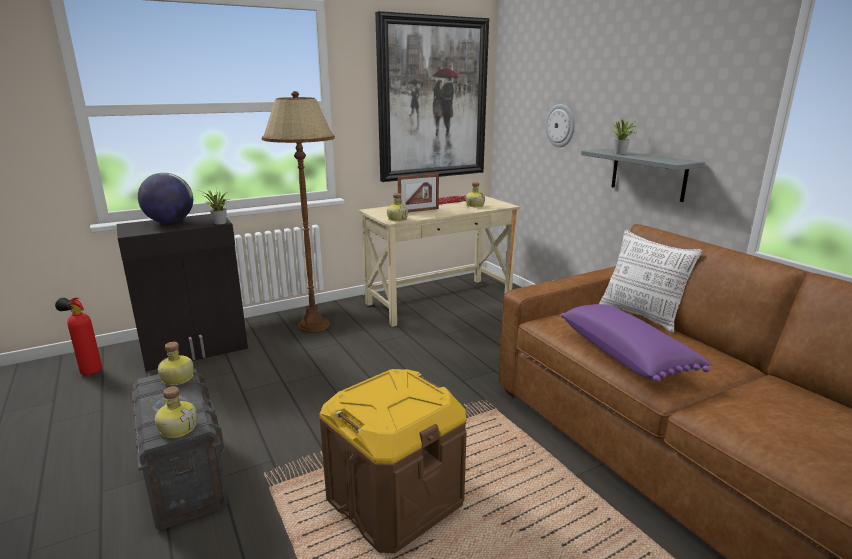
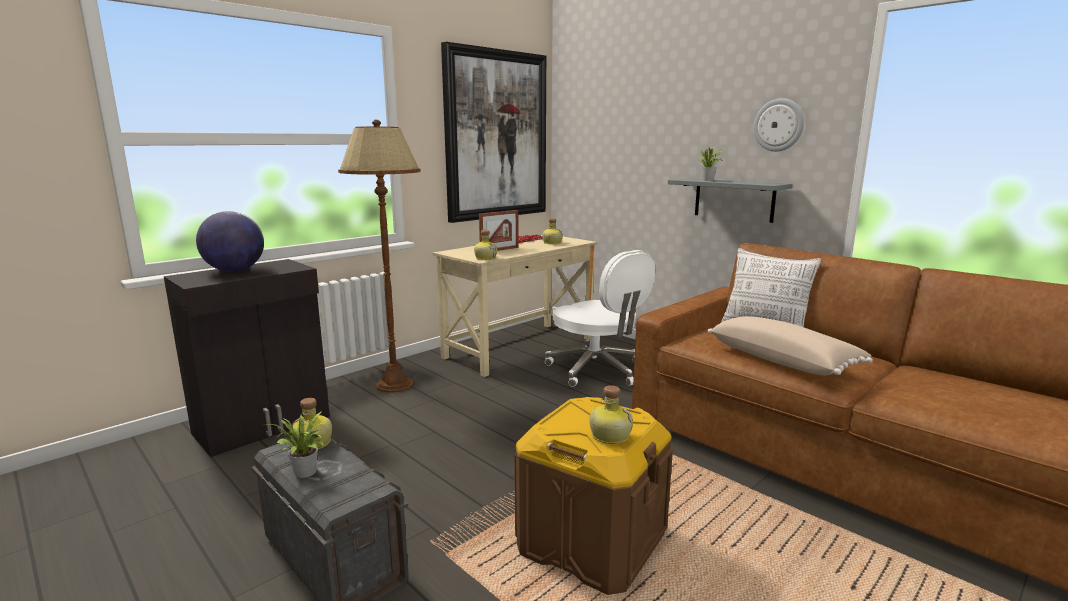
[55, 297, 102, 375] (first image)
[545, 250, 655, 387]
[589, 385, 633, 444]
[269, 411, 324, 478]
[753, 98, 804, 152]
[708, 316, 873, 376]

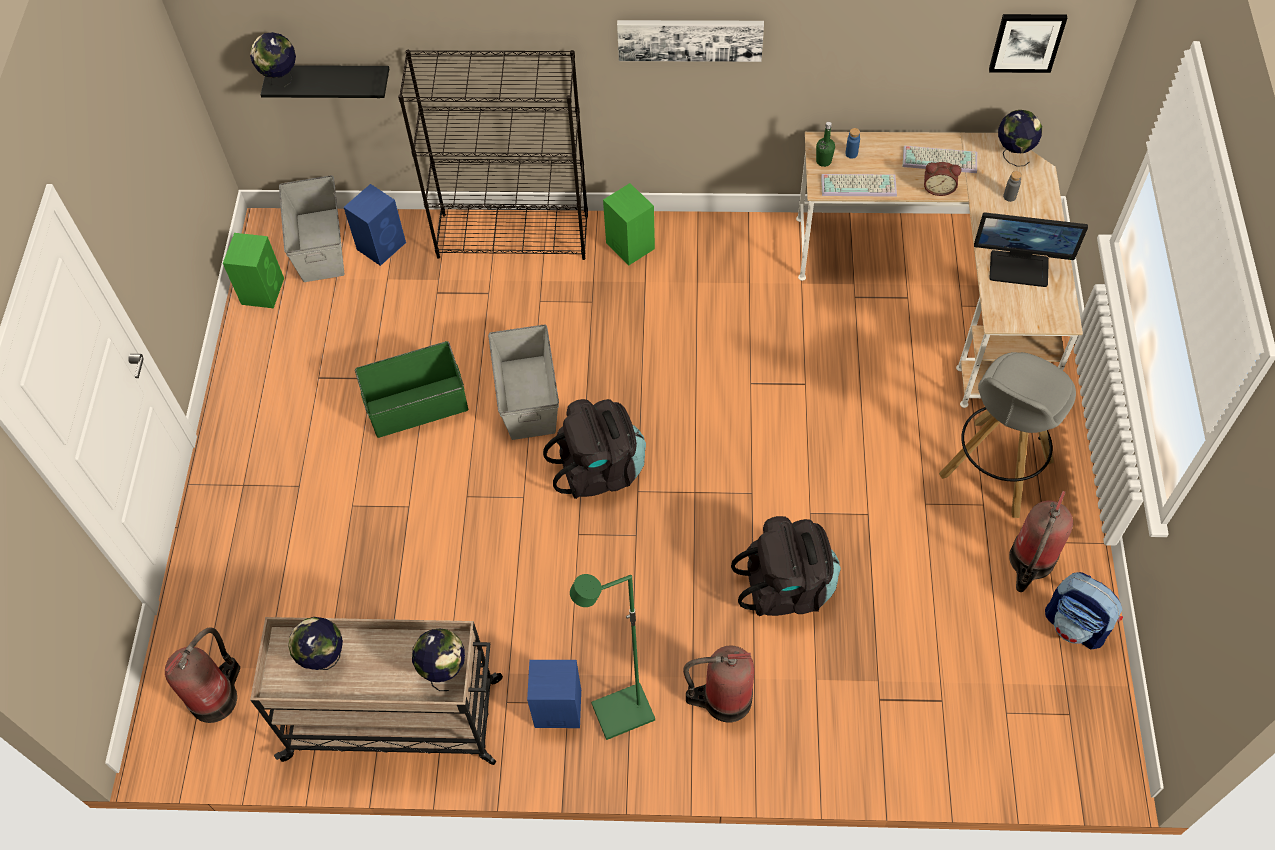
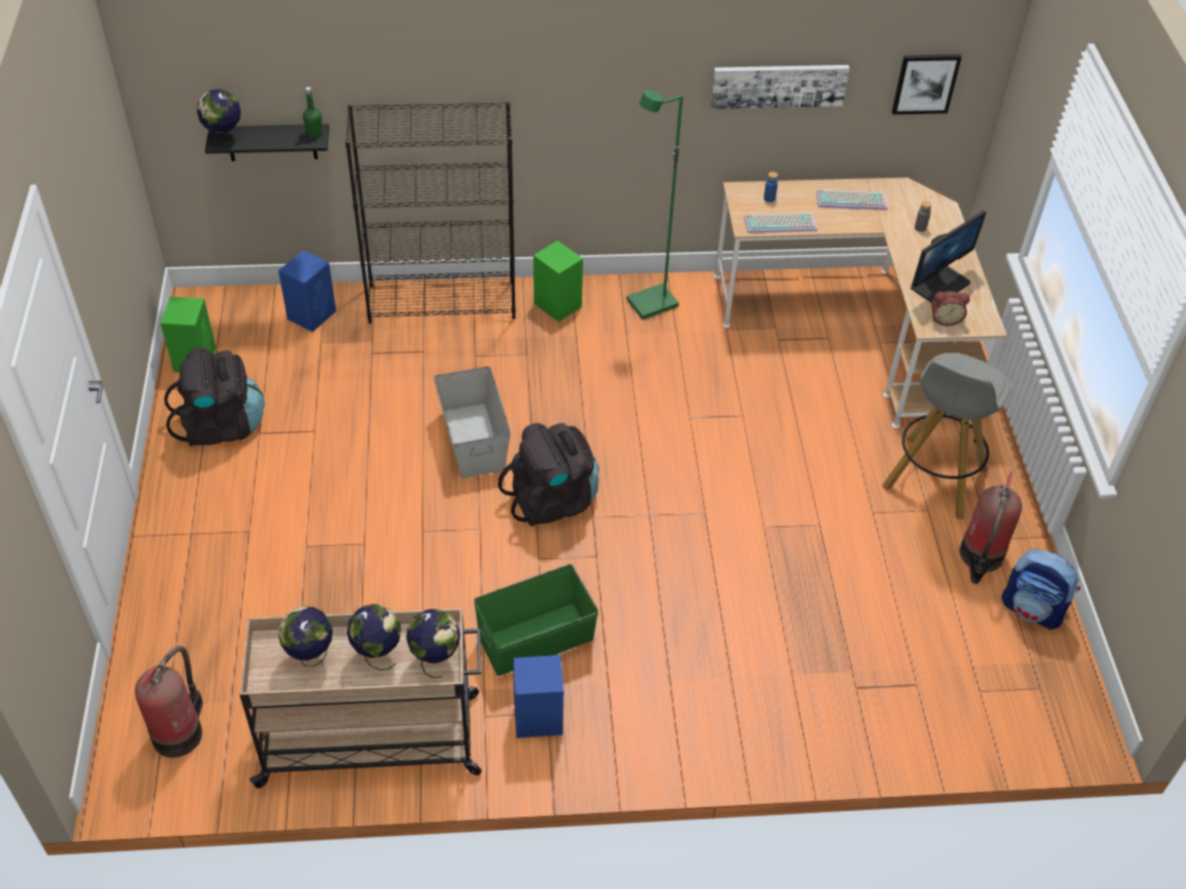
[279, 175, 345, 282] (first image)
[683, 646, 754, 722] (first image)
[474, 564, 599, 676]
[627, 90, 683, 319]
[710, 65, 850, 109]
[164, 347, 265, 446]
[303, 87, 322, 138]
[931, 291, 970, 326]
[347, 604, 401, 670]
[911, 210, 986, 303]

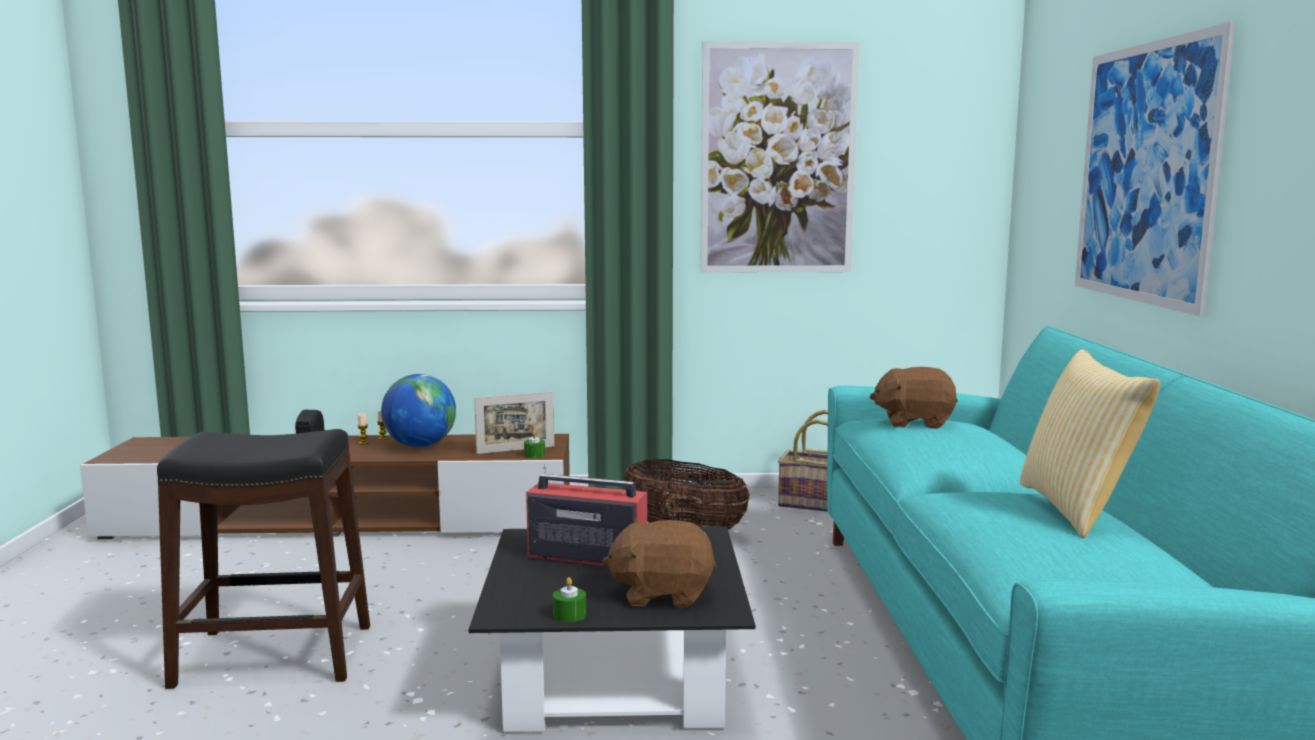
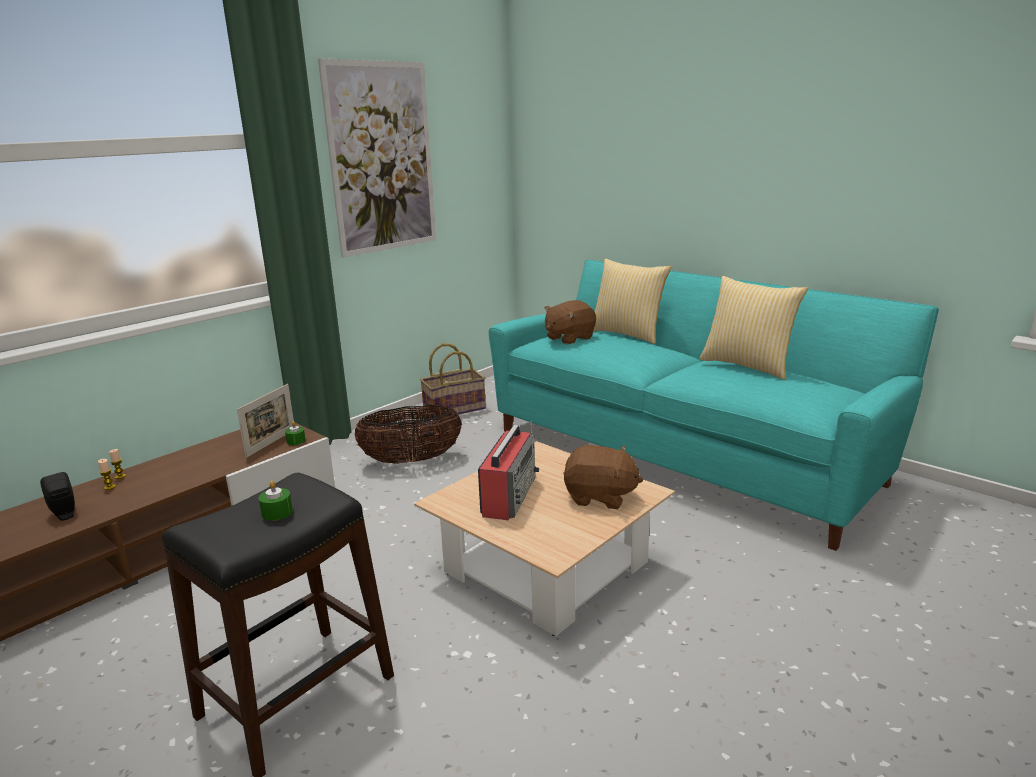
[381, 374, 456, 447] (first image)
[1075, 22, 1236, 316] (first image)
[594, 259, 671, 344]
[259, 481, 293, 521]
[414, 441, 675, 636]
[478, 421, 539, 520]
[563, 445, 643, 509]

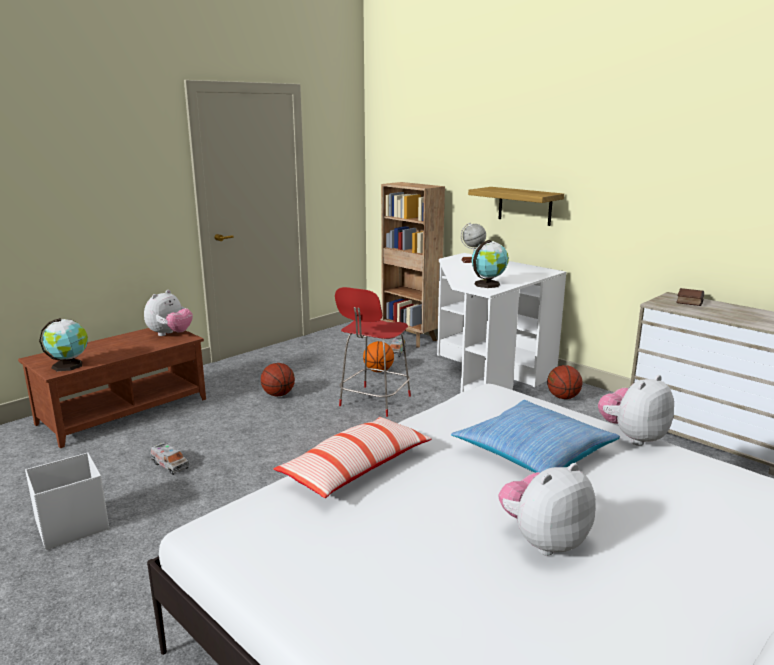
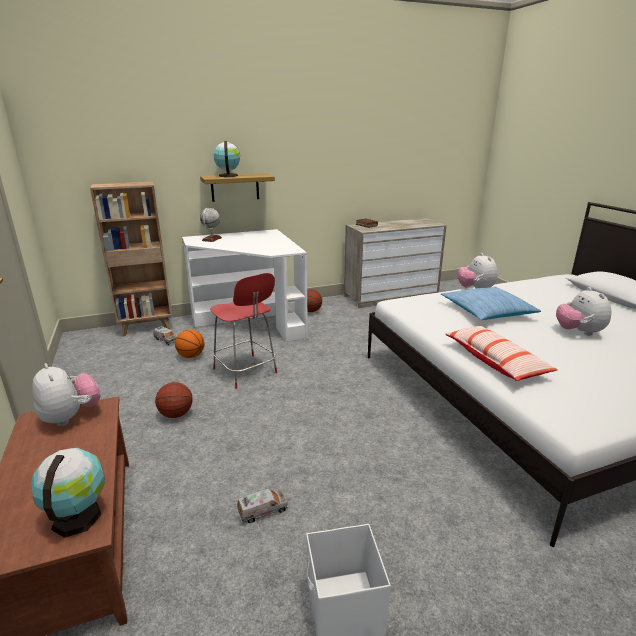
[214, 141, 240, 177]

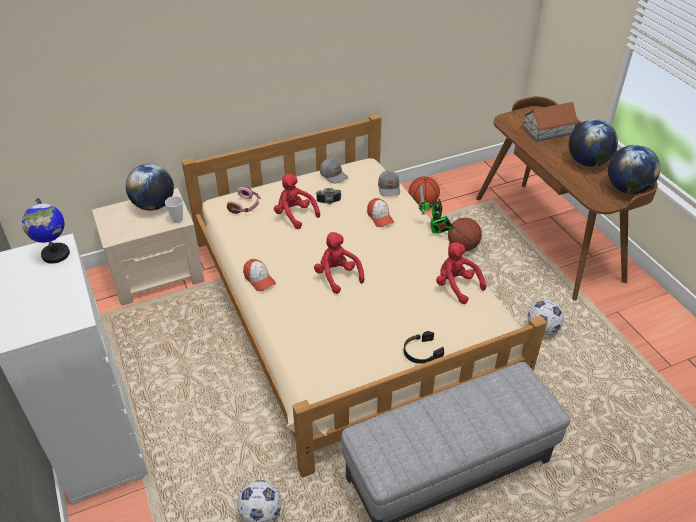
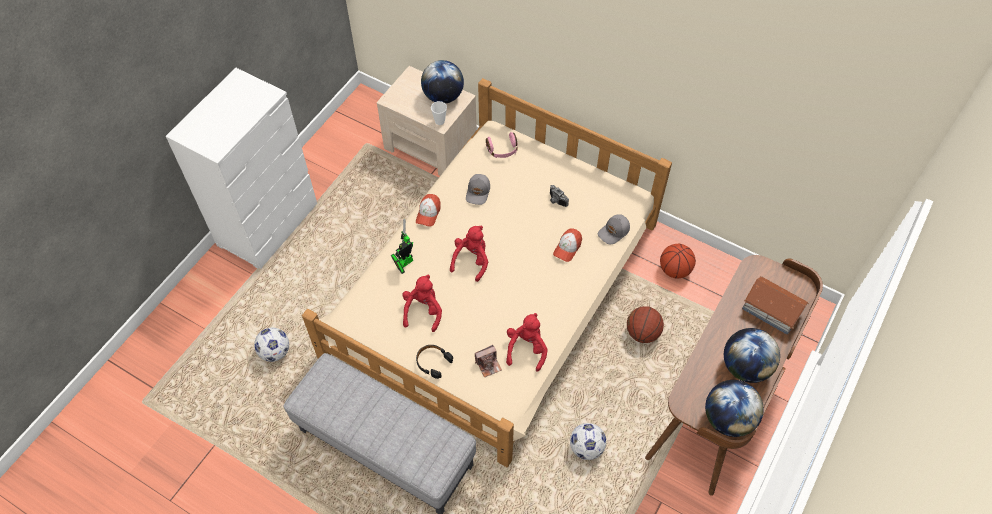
[22, 198, 70, 264] (first image)
[475, 345, 502, 377]
[402, 275, 442, 332]
[466, 174, 490, 205]
[391, 219, 413, 274]

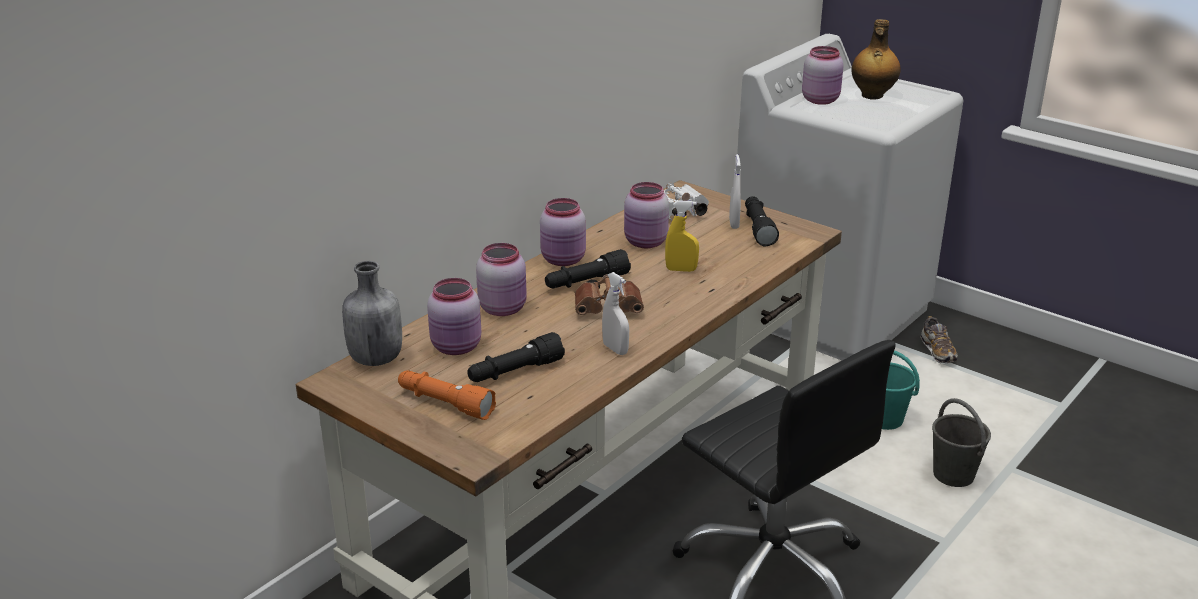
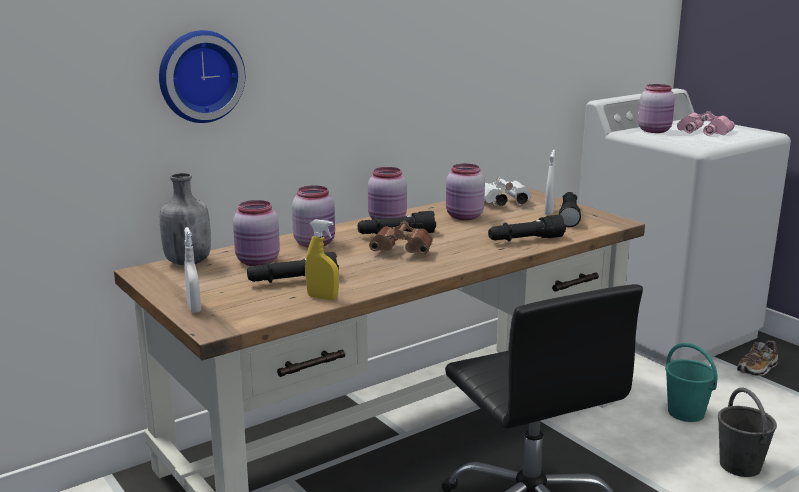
[398, 370, 496, 420] (first image)
[159, 30, 245, 123]
[488, 215, 566, 241]
[184, 227, 201, 313]
[305, 219, 339, 300]
[677, 111, 735, 136]
[737, 340, 778, 376]

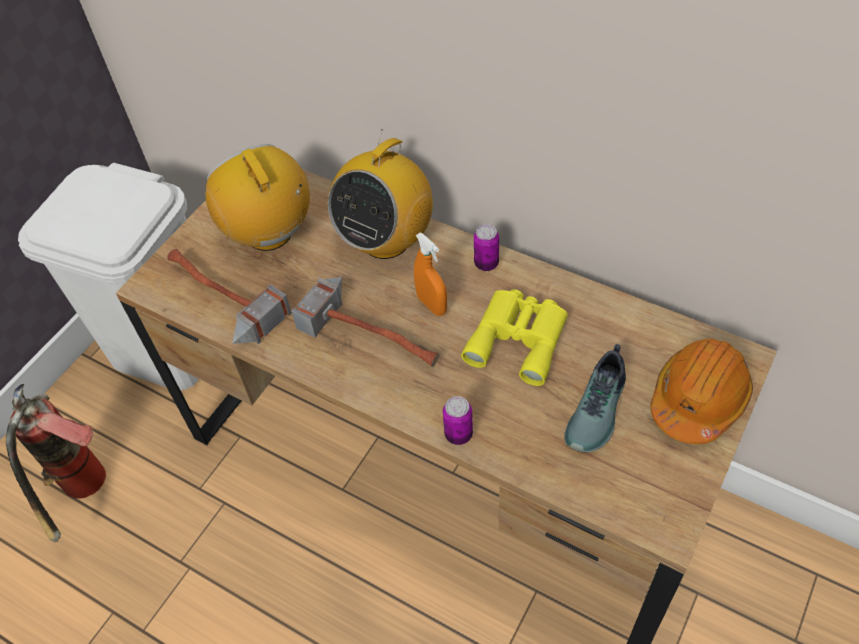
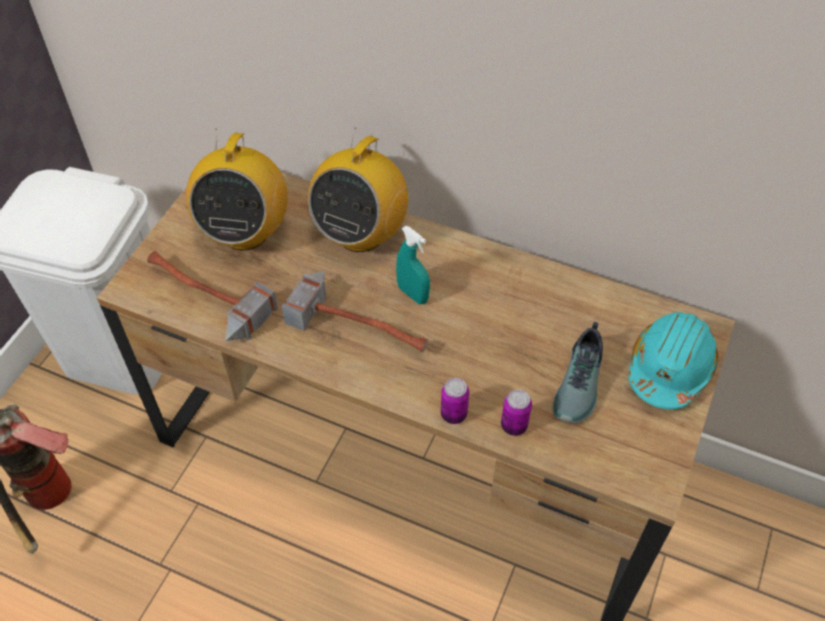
[461, 289, 568, 386] (first image)
[501, 389, 532, 436]
[396, 226, 430, 304]
[628, 312, 718, 409]
[186, 129, 288, 251]

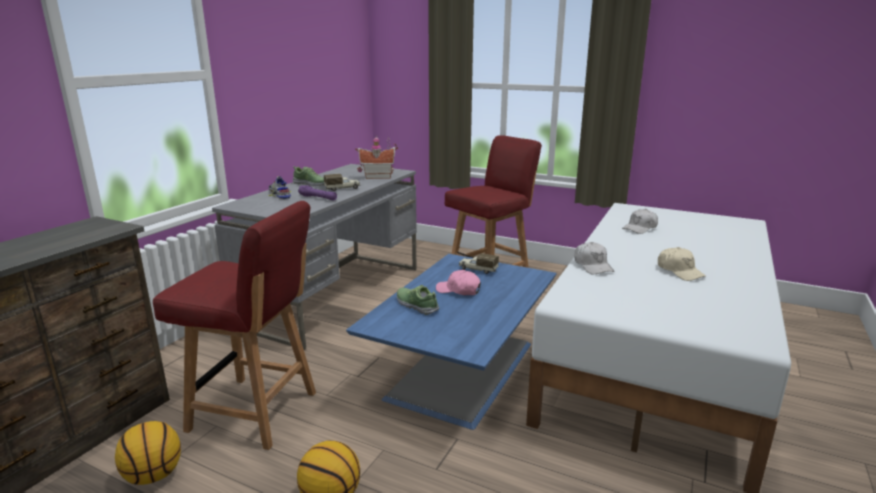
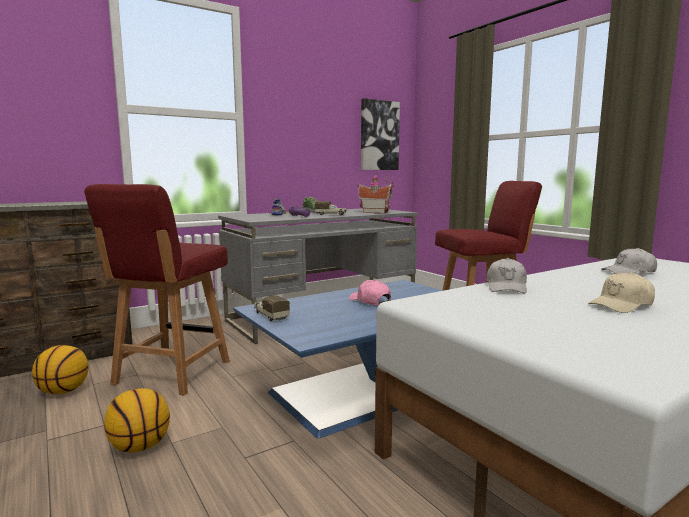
[397, 285, 439, 315] (first image)
[361, 98, 400, 170]
[254, 295, 290, 321]
[84, 184, 230, 396]
[588, 272, 655, 313]

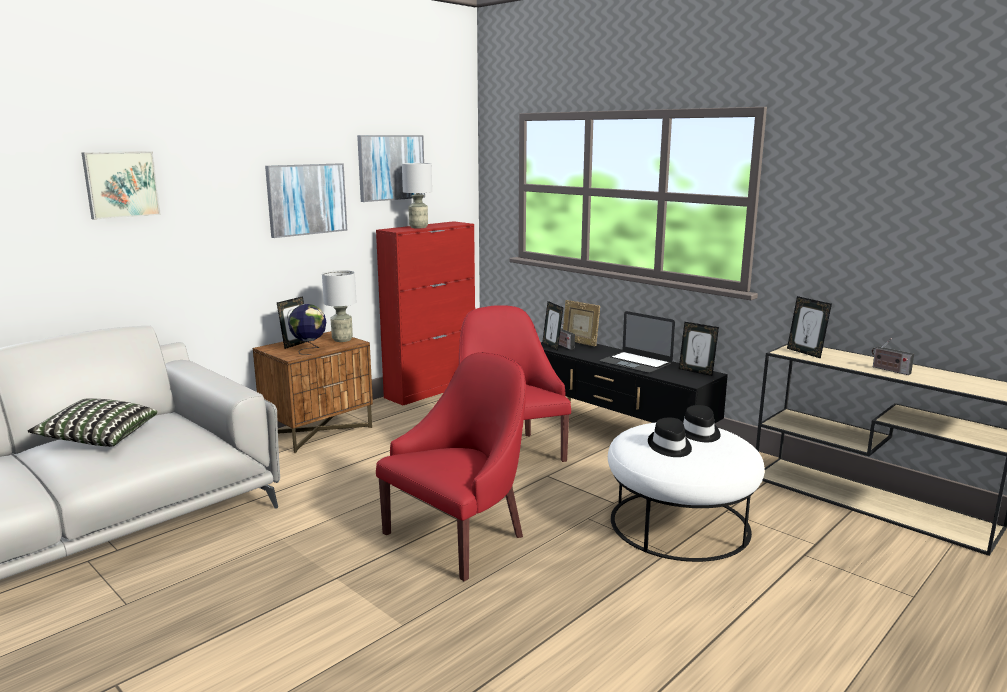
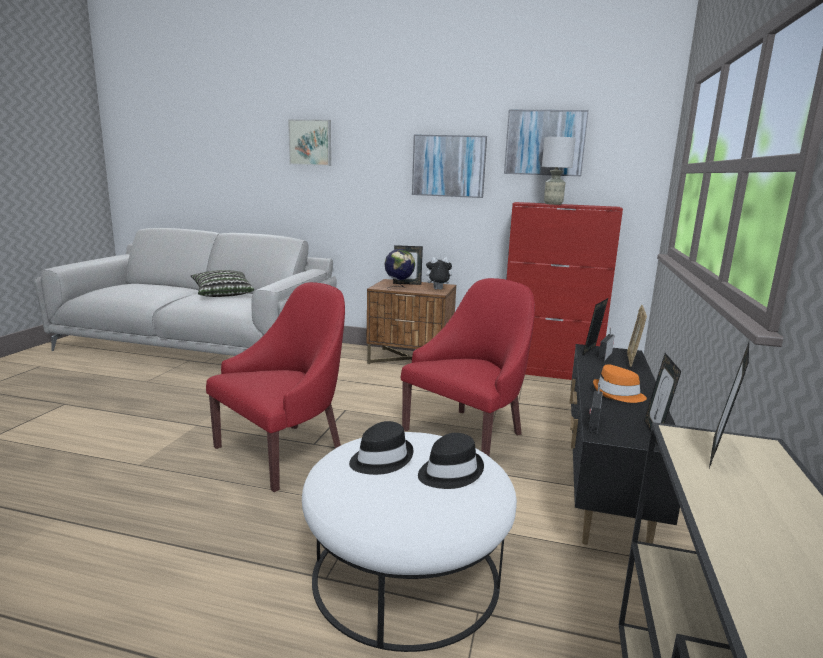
[588, 383, 603, 433]
[422, 257, 452, 290]
[593, 364, 647, 403]
[206, 282, 345, 492]

